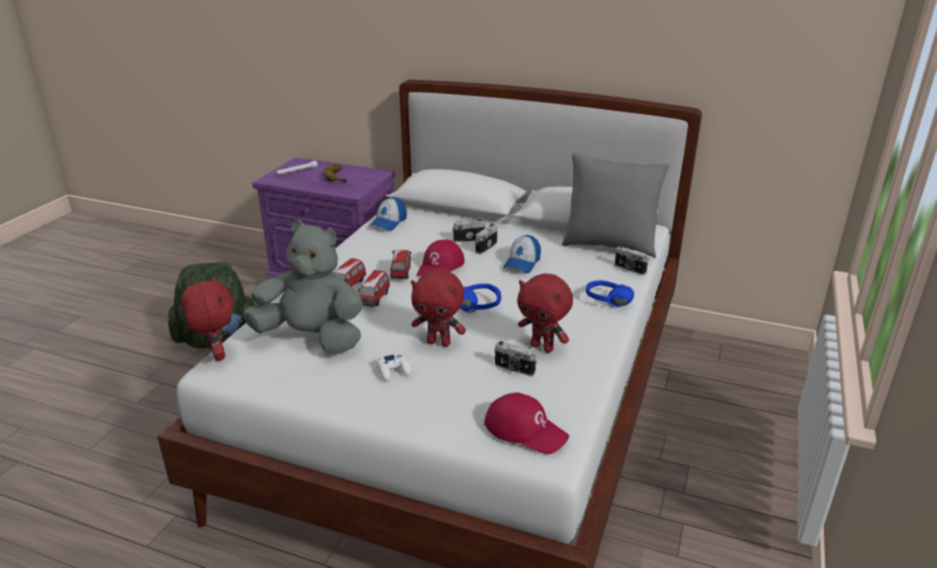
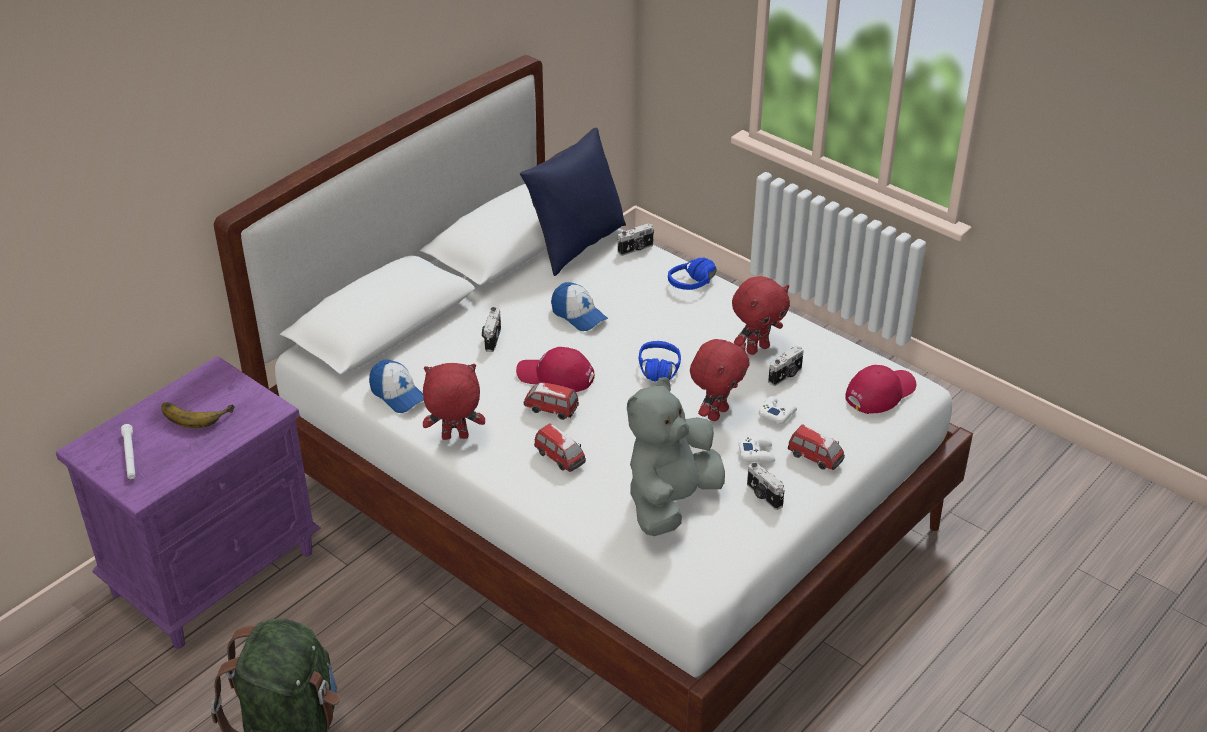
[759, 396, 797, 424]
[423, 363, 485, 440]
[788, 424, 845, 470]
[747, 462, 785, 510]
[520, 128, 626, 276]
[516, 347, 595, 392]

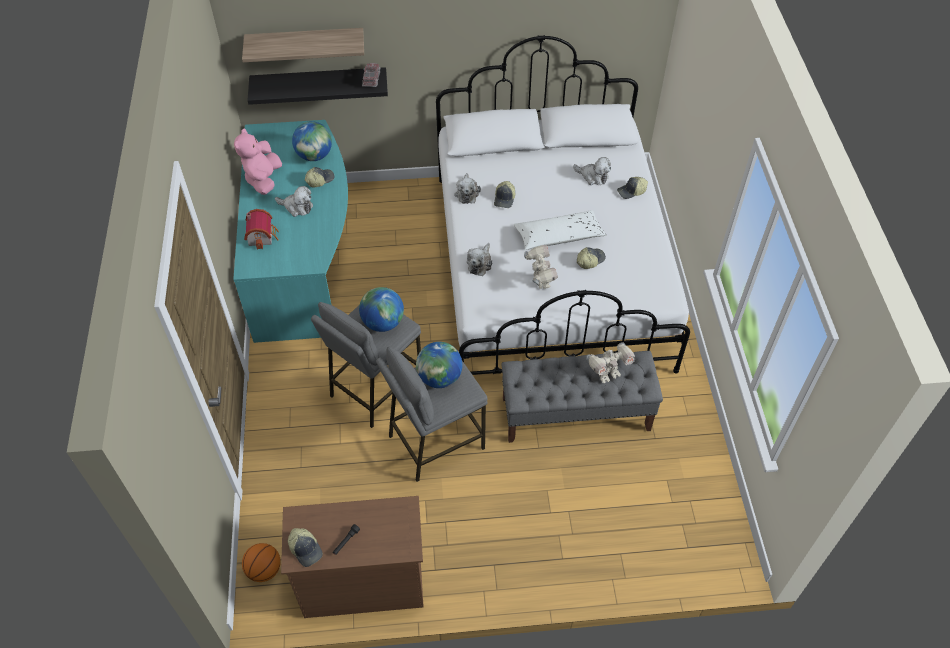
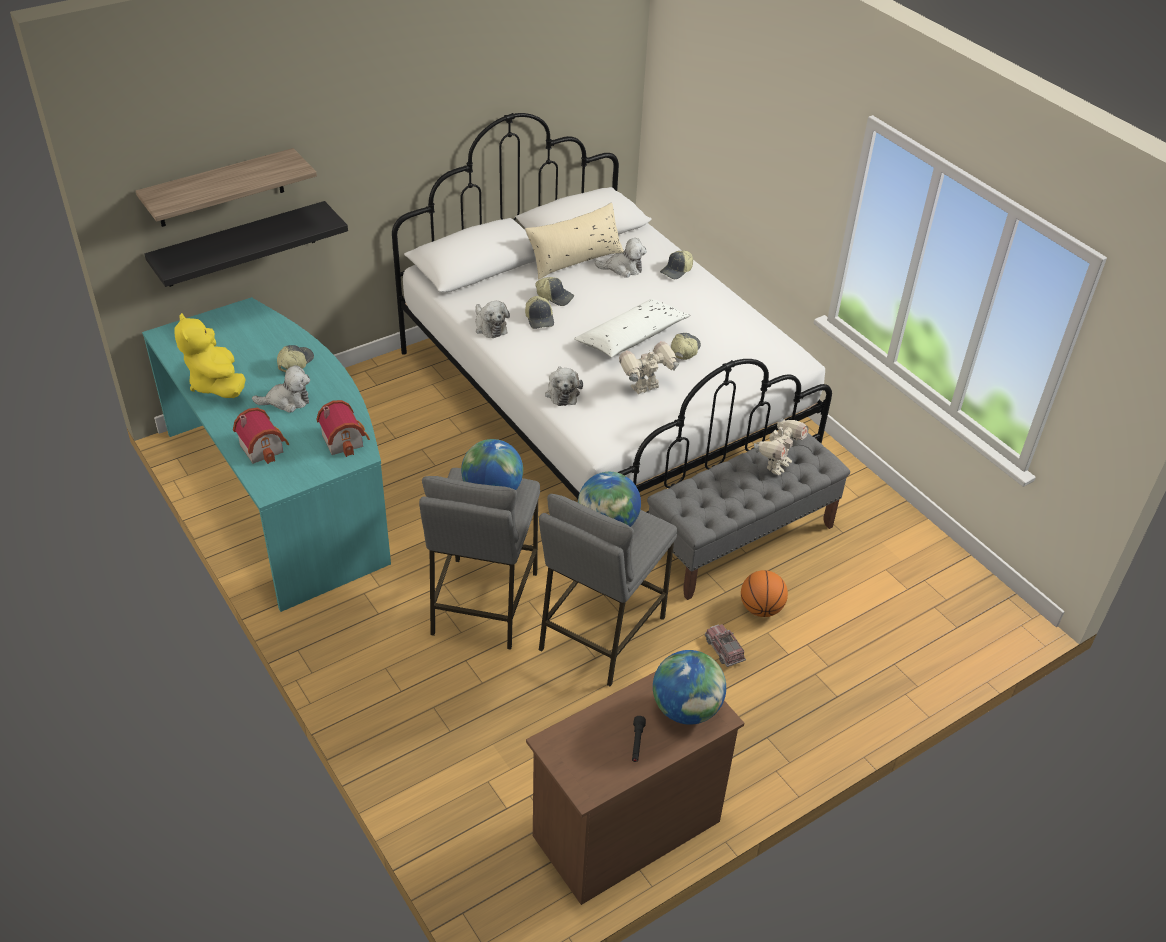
[316, 400, 370, 457]
[525, 203, 624, 280]
[741, 570, 788, 617]
[535, 277, 574, 306]
[653, 650, 726, 725]
[705, 624, 746, 667]
[174, 313, 246, 398]
[619, 341, 680, 394]

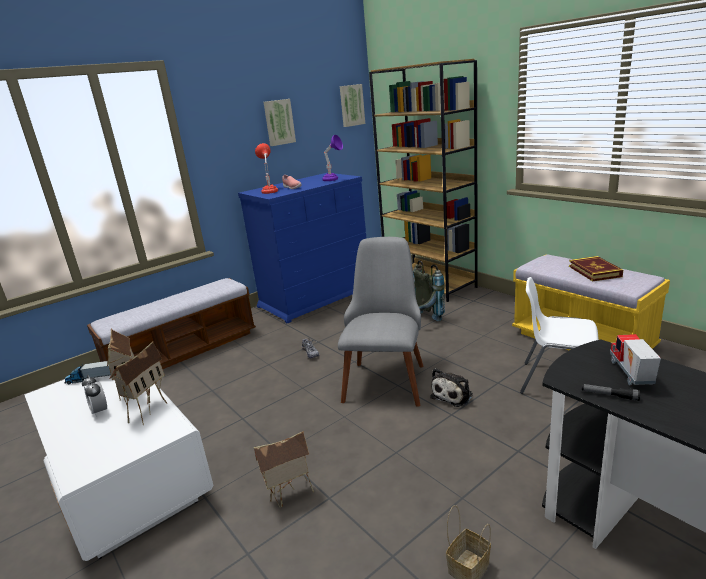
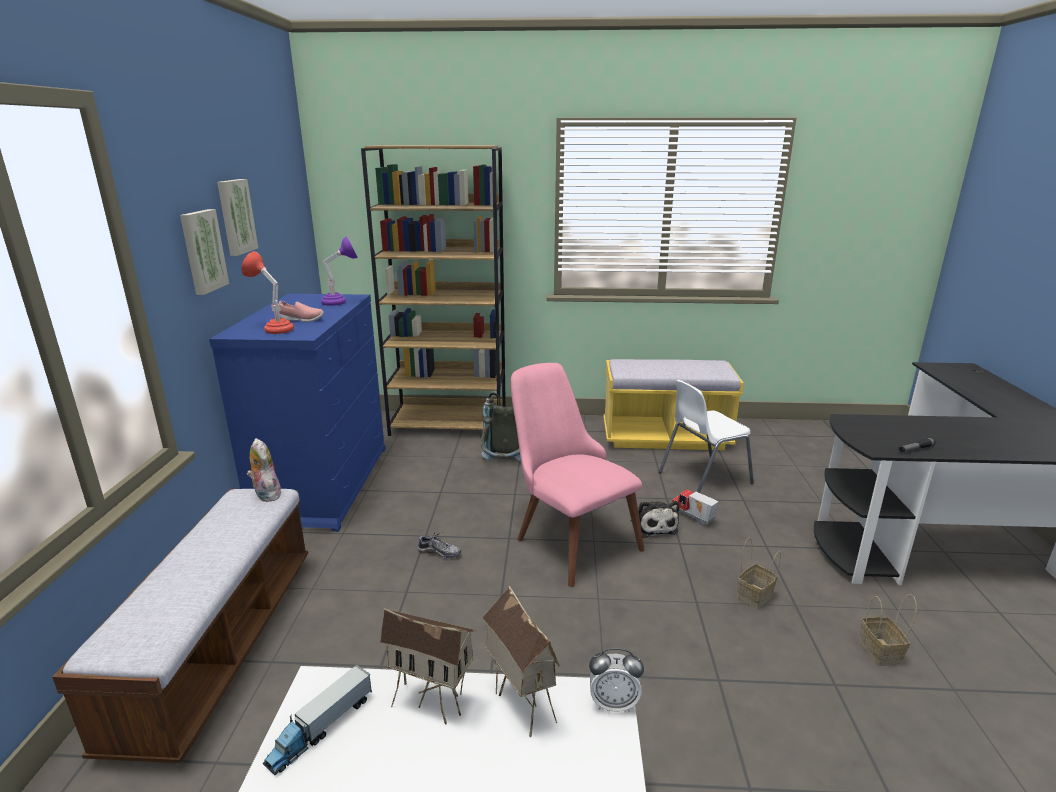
[253, 431, 314, 509] (first image)
[569, 256, 623, 281] (first image)
[247, 438, 281, 502]
[737, 537, 781, 609]
[589, 648, 644, 712]
[180, 209, 229, 295]
[672, 489, 719, 525]
[511, 363, 645, 587]

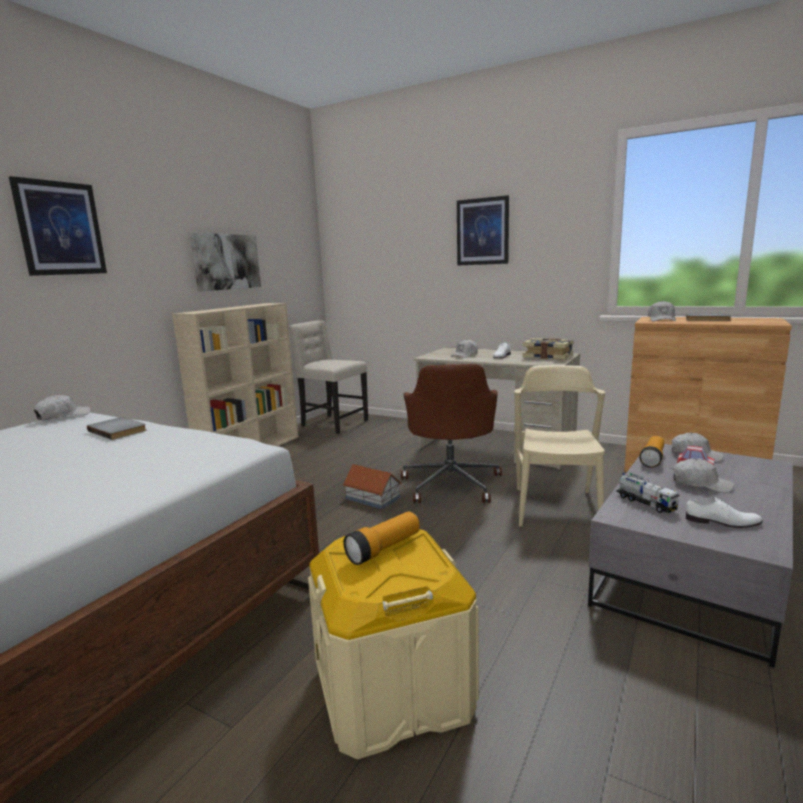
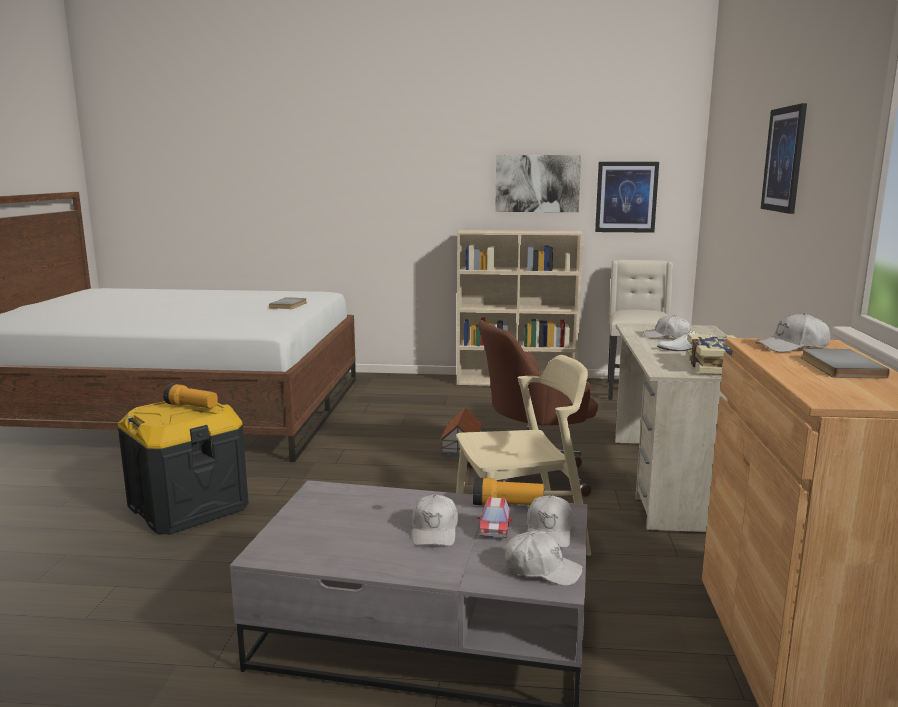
[616, 472, 680, 513] (first image)
[686, 497, 763, 528] (first image)
[595, 162, 659, 233]
[505, 531, 583, 586]
[118, 401, 248, 534]

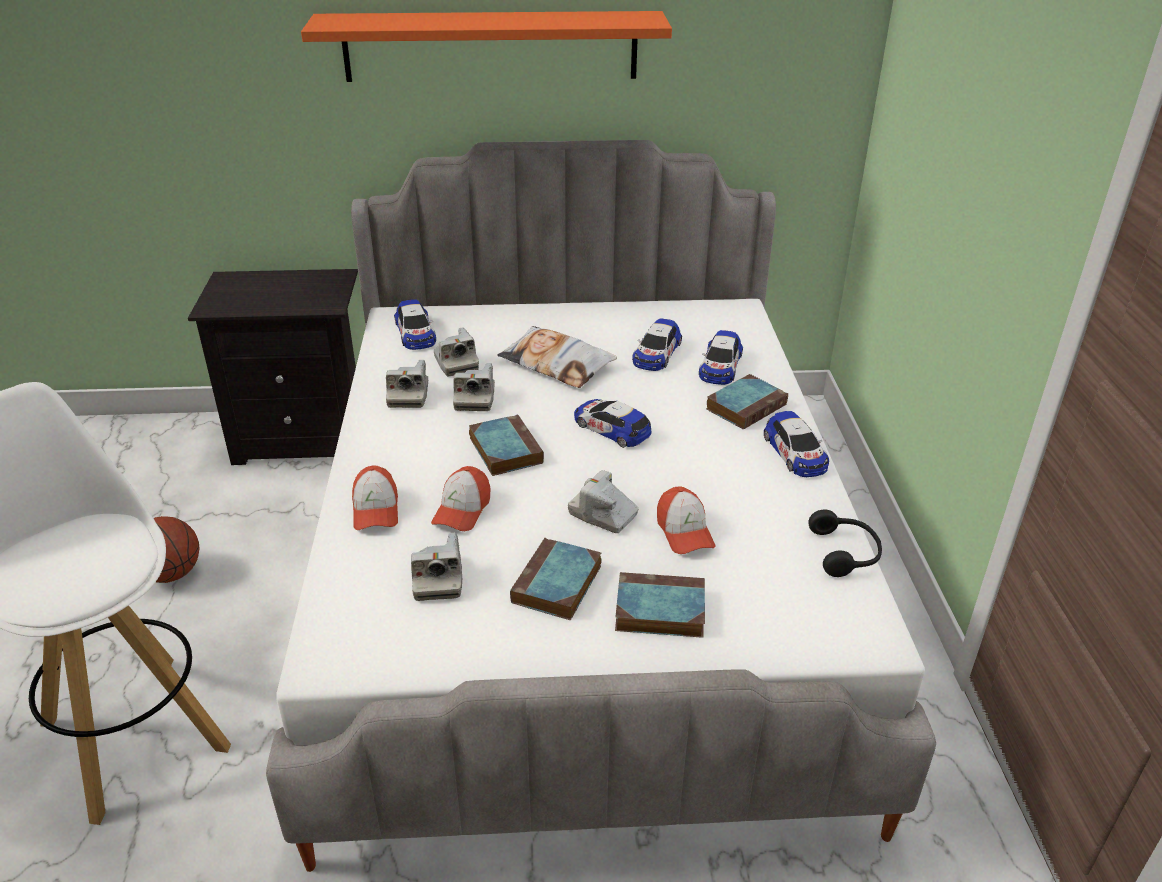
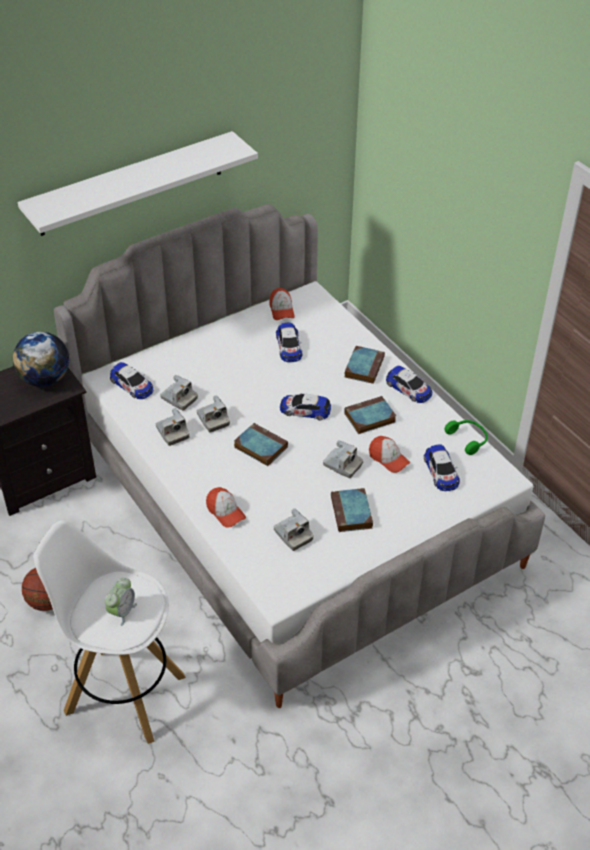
[497, 326, 617, 388] (first image)
[13, 332, 69, 387]
[105, 578, 137, 626]
[270, 288, 295, 320]
[344, 396, 396, 434]
[424, 444, 460, 491]
[18, 131, 258, 236]
[444, 420, 488, 455]
[323, 440, 363, 478]

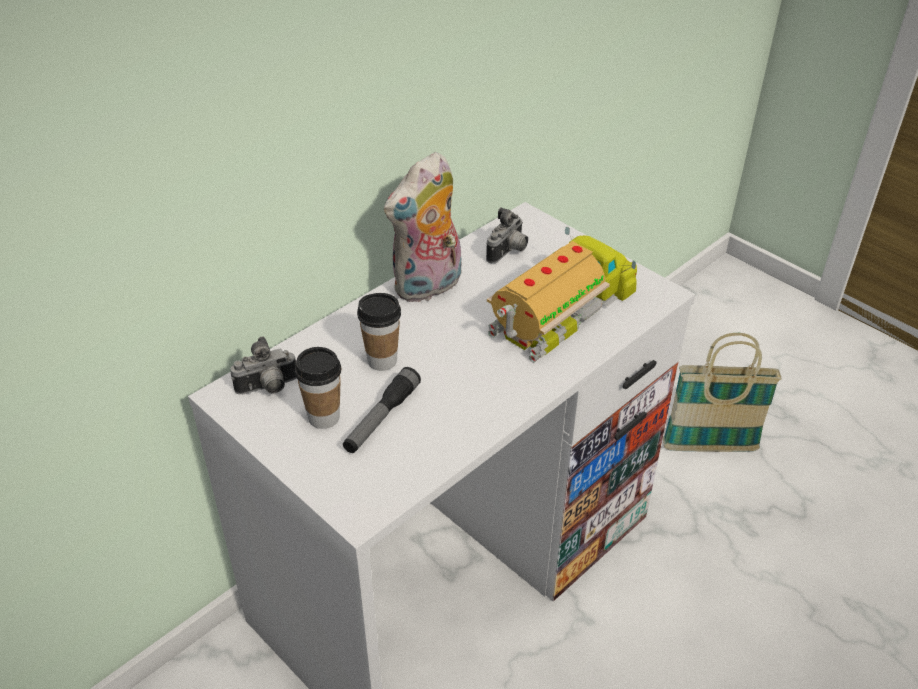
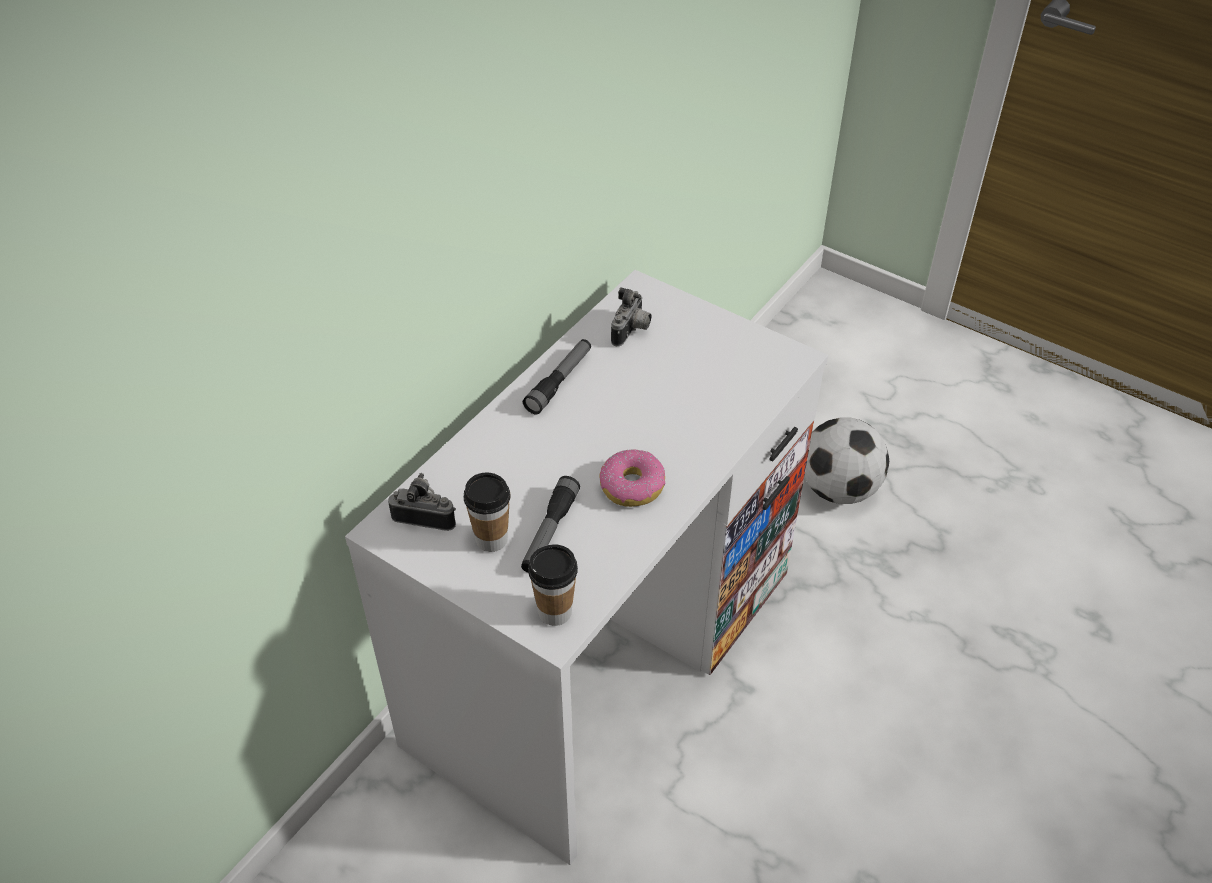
[487, 227, 637, 363] (first image)
[599, 450, 665, 507]
[528, 545, 578, 626]
[523, 339, 591, 414]
[804, 417, 889, 504]
[388, 473, 456, 531]

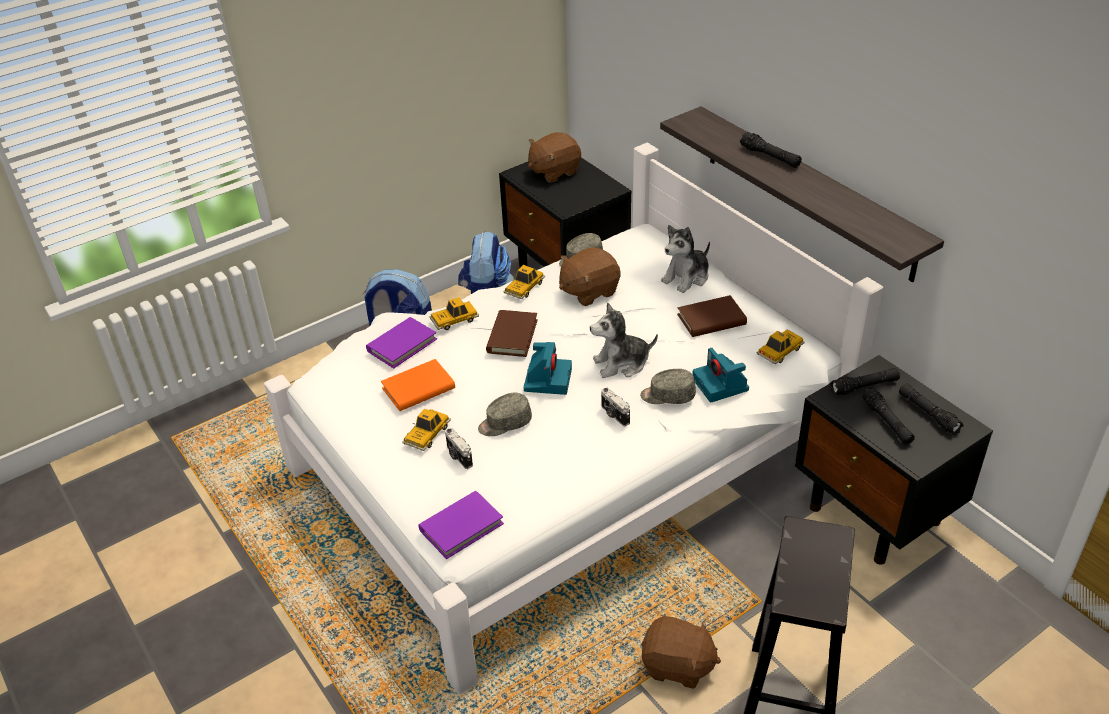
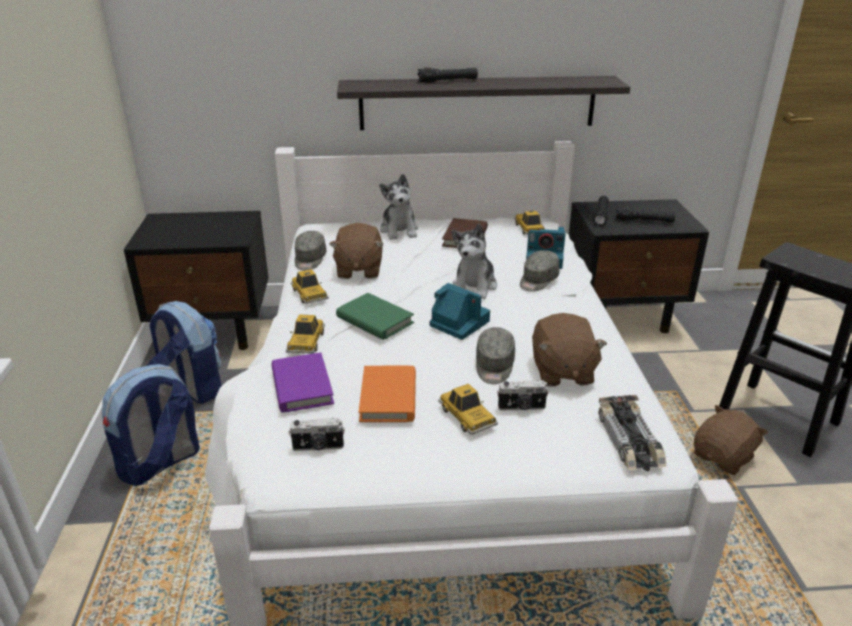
[899, 383, 964, 435] (first image)
[532, 313, 607, 387]
[289, 418, 345, 451]
[598, 395, 667, 472]
[336, 293, 414, 340]

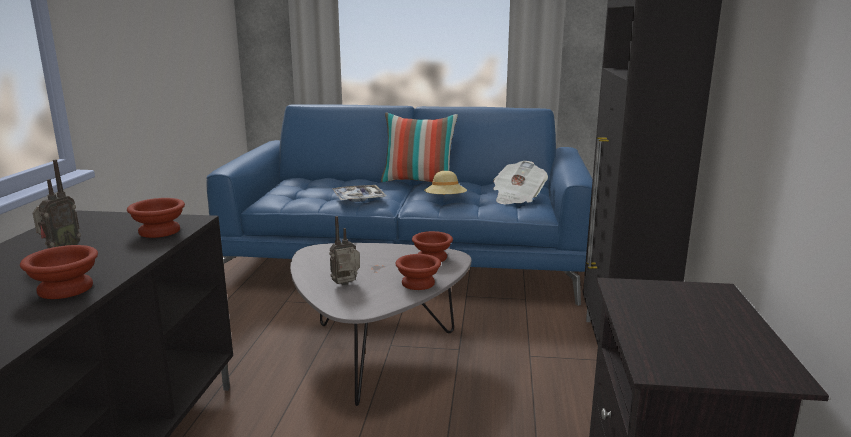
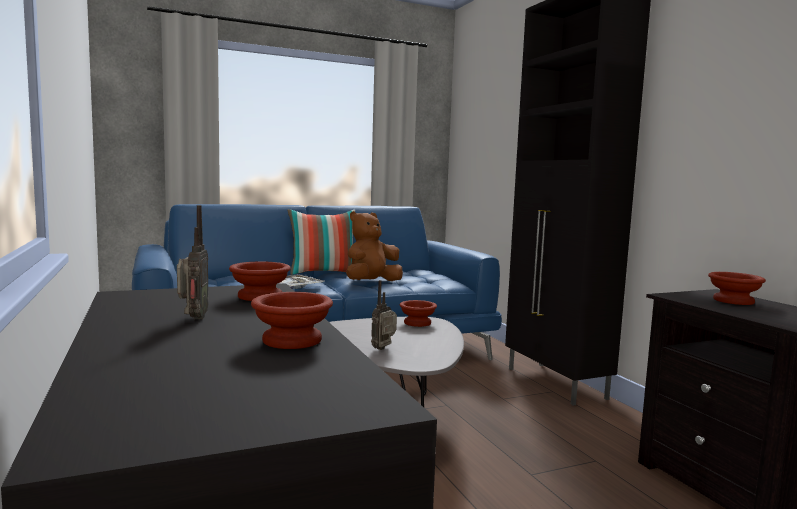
[493, 161, 548, 204] (first image)
[708, 272, 766, 305]
[346, 211, 403, 281]

